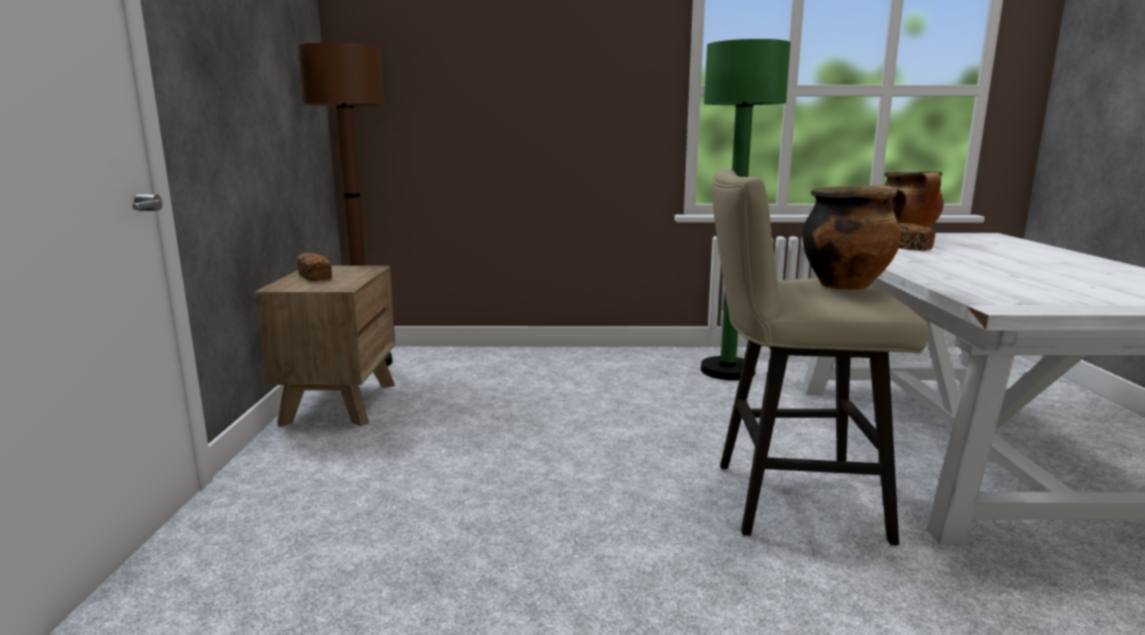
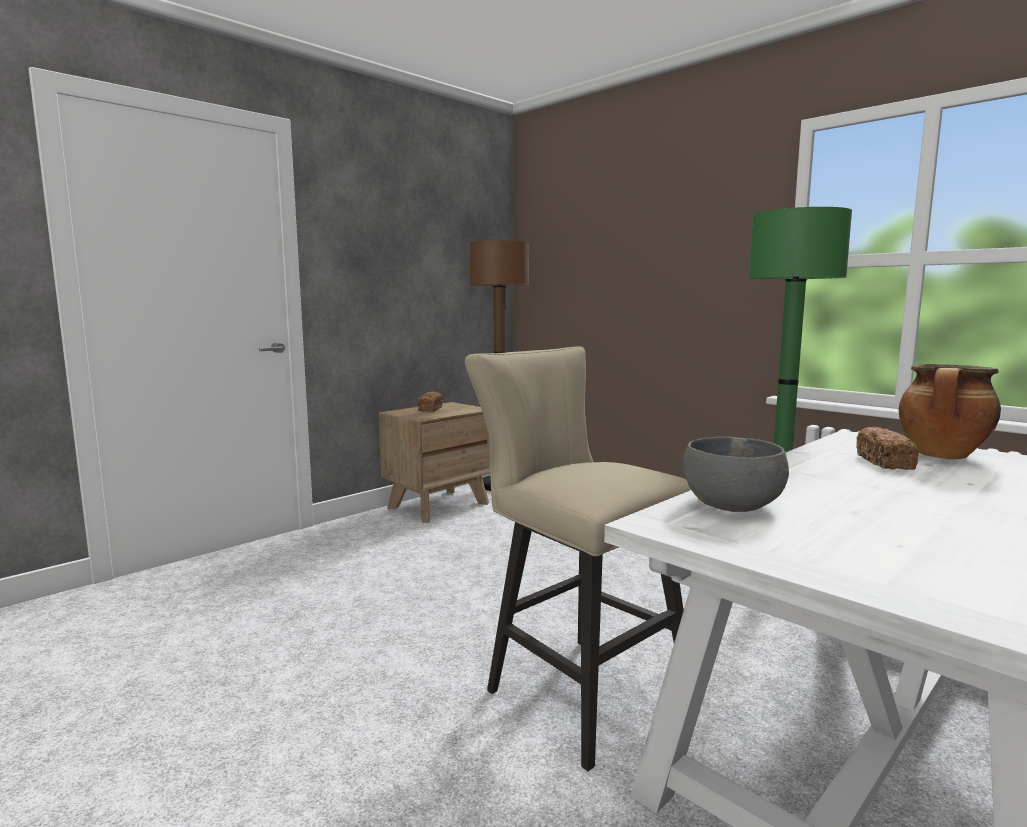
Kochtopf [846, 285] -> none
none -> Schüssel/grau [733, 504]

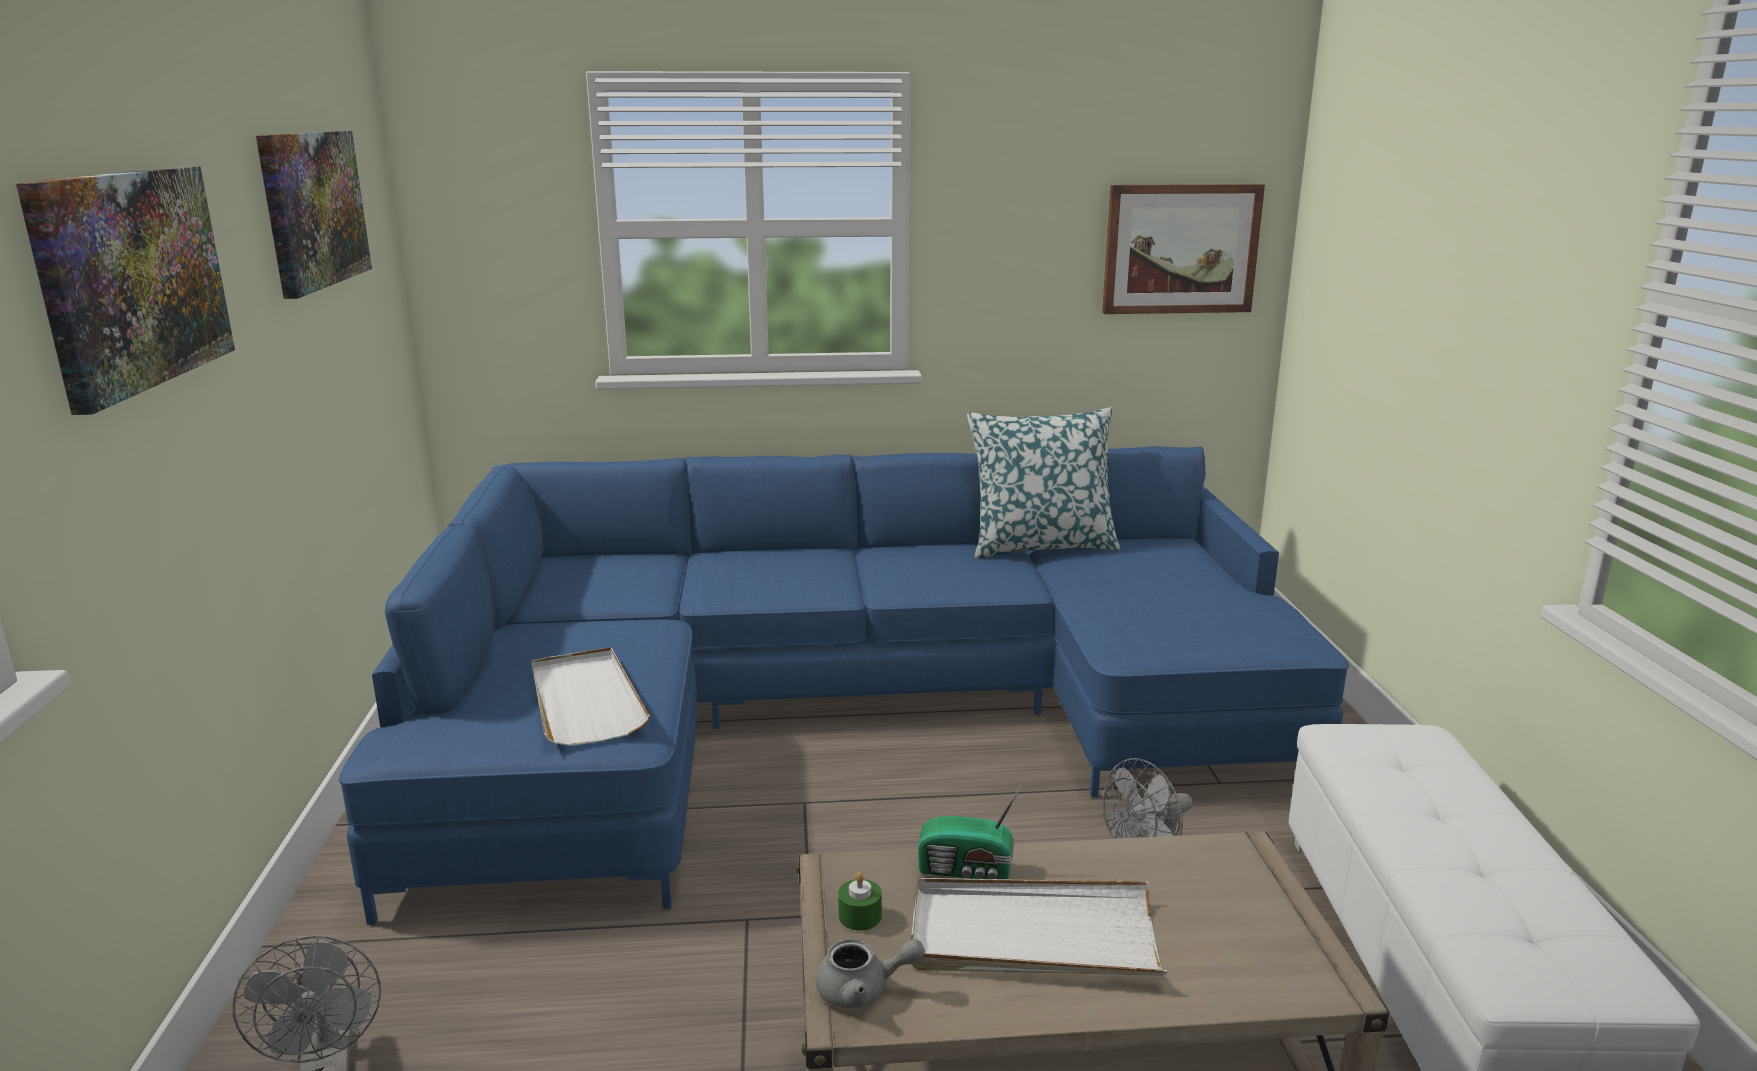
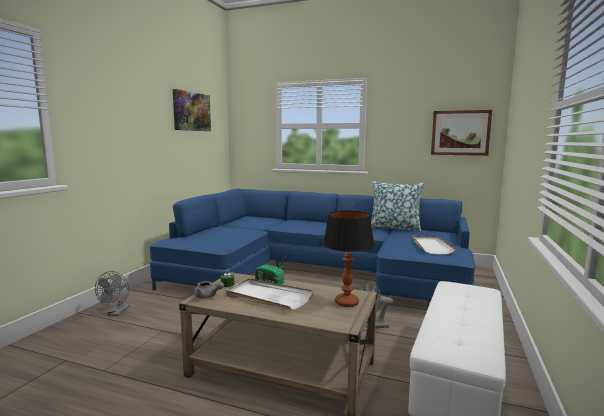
Bild [132, 279] -> none
Tablett/weiß [585, 701] -> Tablett/weiß [431, 246], relocated
none -> Tischlampe [347, 303]

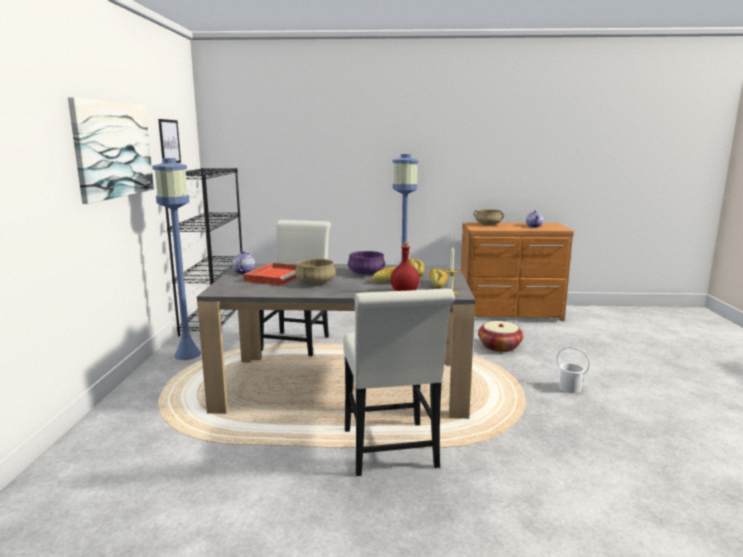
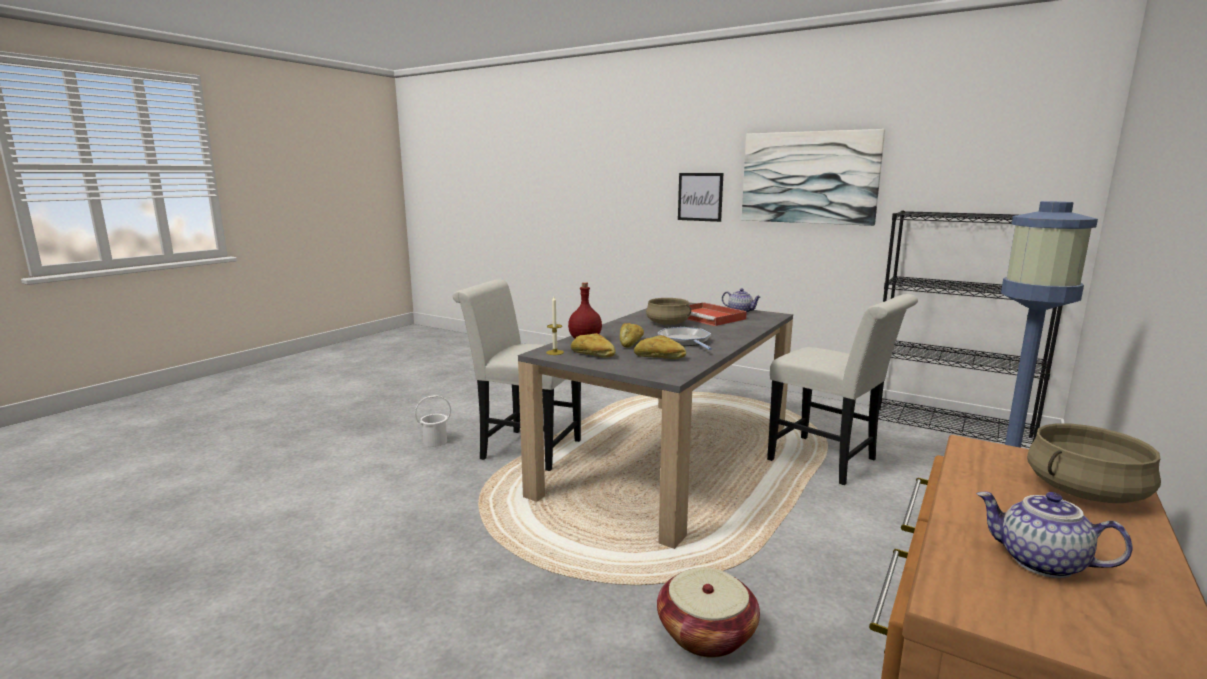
Bild [169, 141] -> Bild [700, 197], relocated
Stehlampe/blau [187, 354] -> none
Kochtopf/lila [366, 273] -> Pfanne [685, 341]
Eimer/weiß [570, 388] -> Eimer/weiß [435, 442], relocated

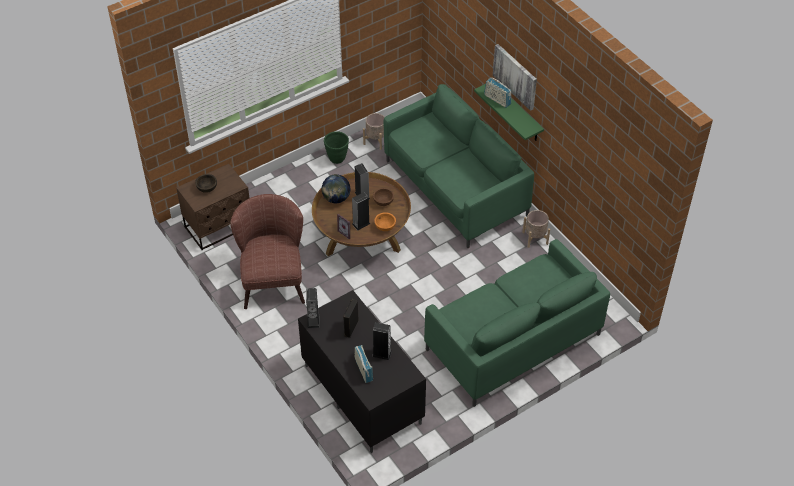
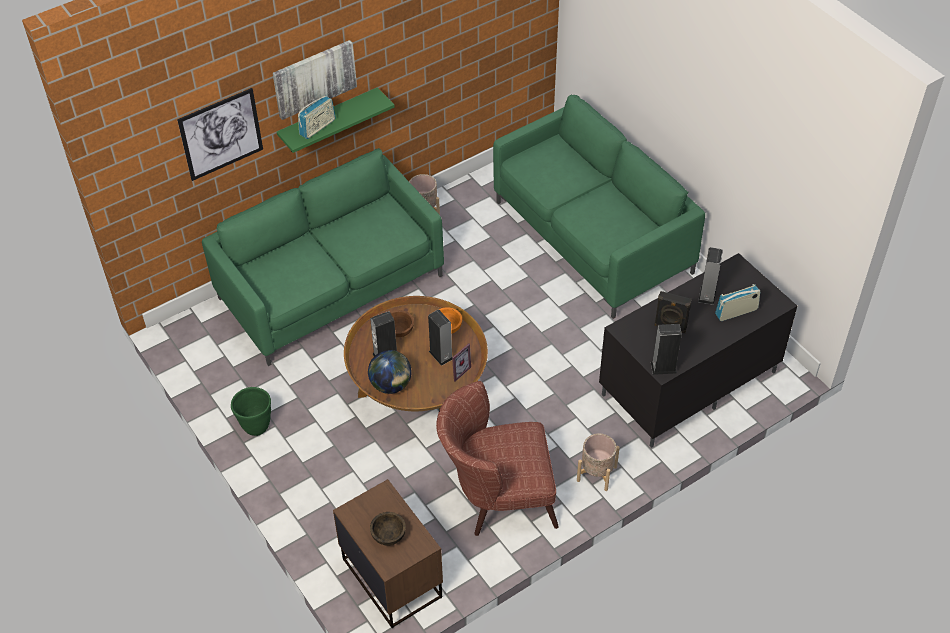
Pflanzkübel/beige [376, 140] -> Pflanzkübel/beige [597, 473], relocated
none -> Bild [221, 134]

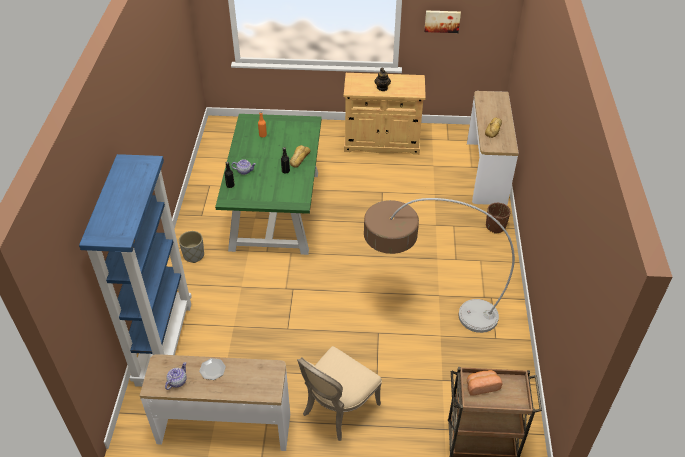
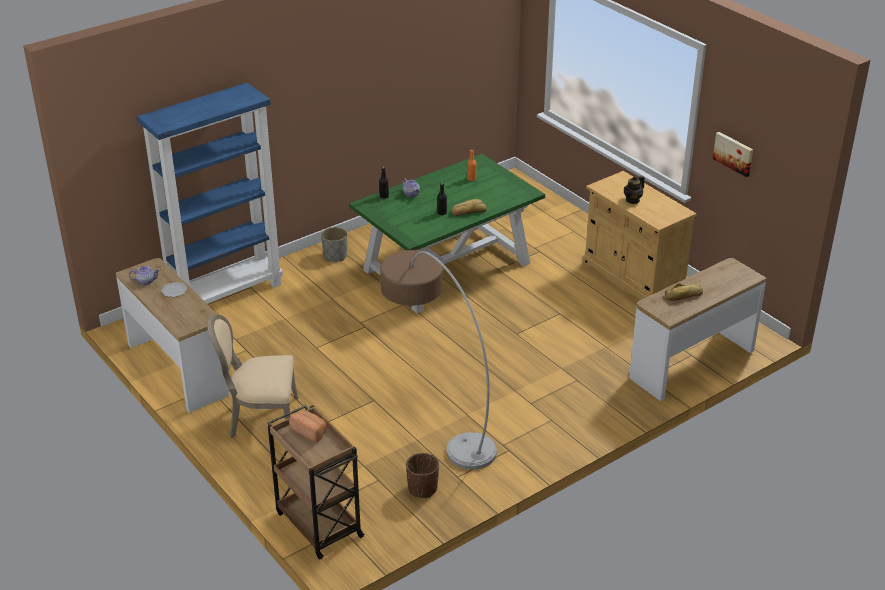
Pflanzkübel/braun [495, 226] -> Pflanzkübel/braun [422, 489], relocated

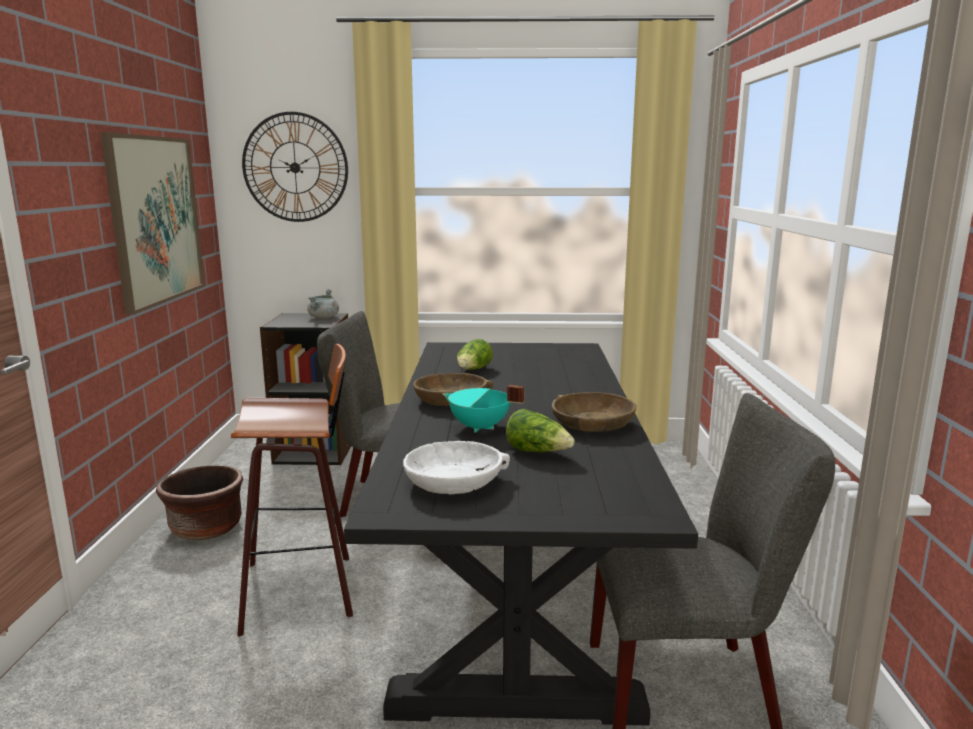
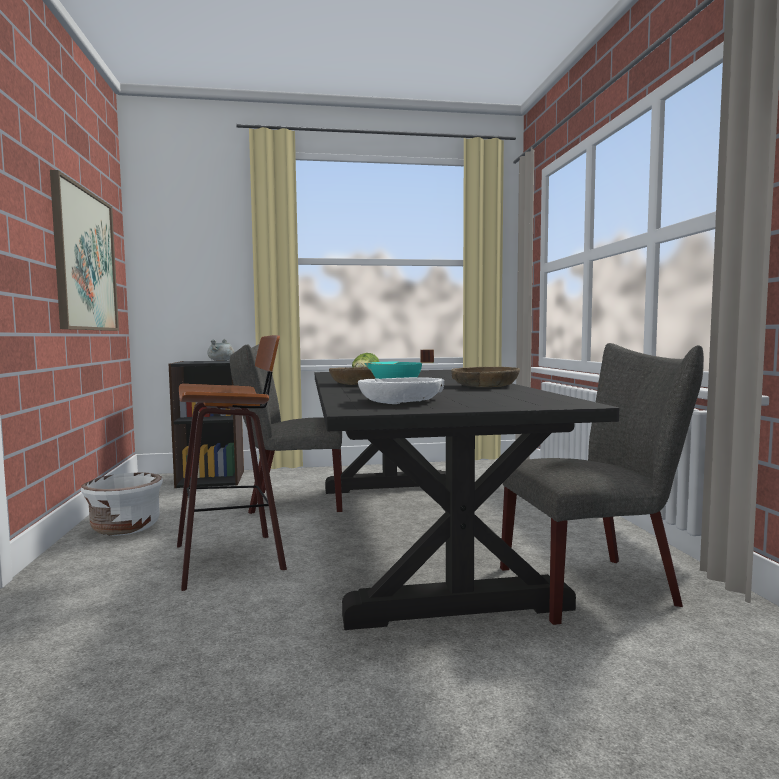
Wanduhr [295, 167] -> none
Salatkopf [538, 452] -> none
Pflanzkübel/braun [206, 528] -> Pflanzkübel/weiß [125, 528]

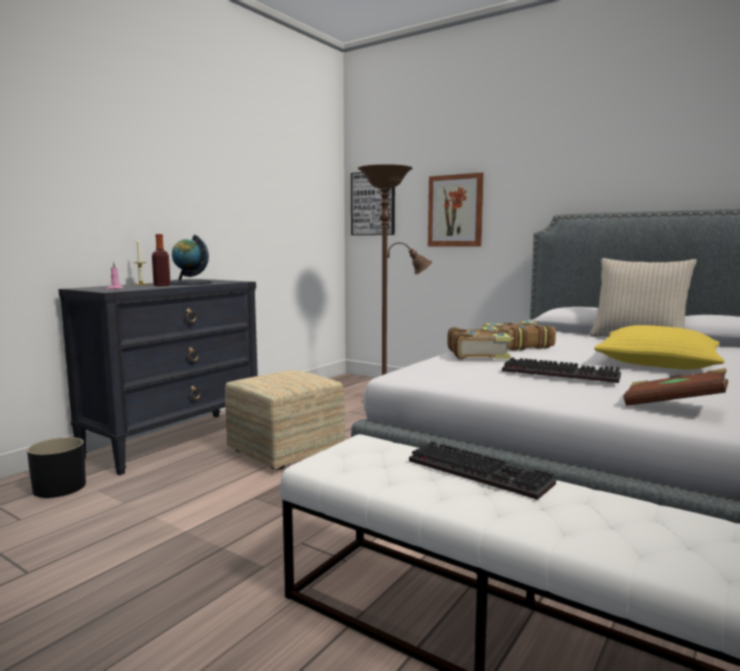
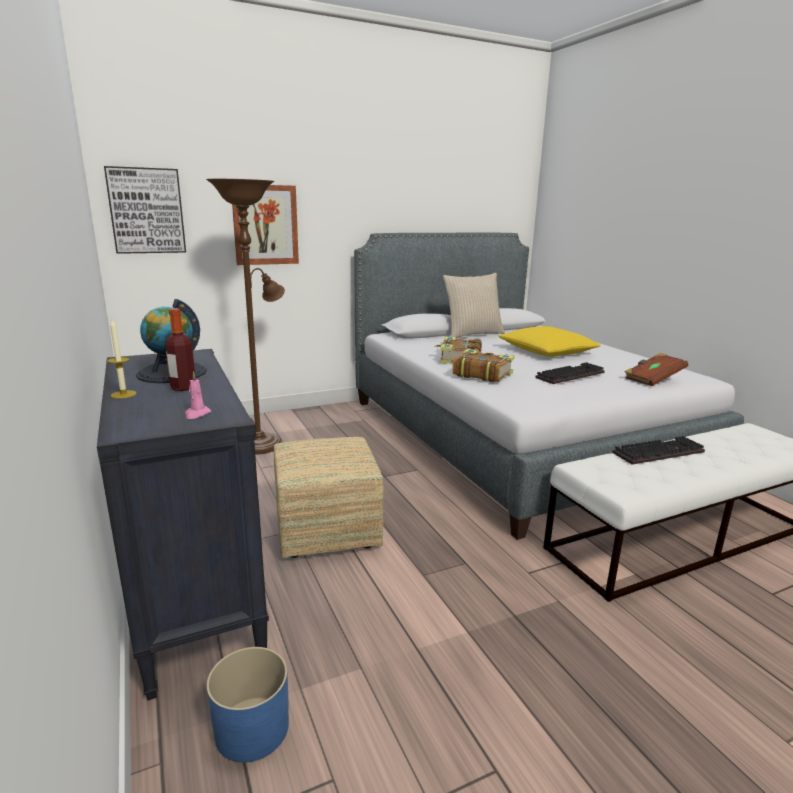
Pflanzkübel/schwarz [59, 487] -> Pflanzkübel/blau [251, 728]

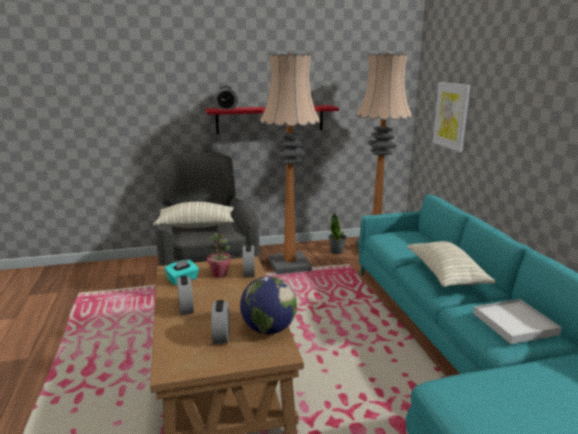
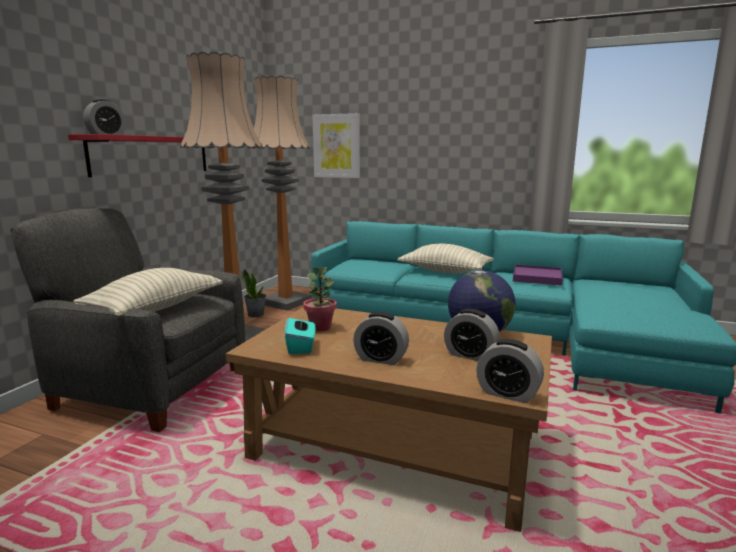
Wecker [249, 272] -> Wecker [507, 393], relocated
Tablett/weiß [514, 324] -> Tablett/lila [537, 278]

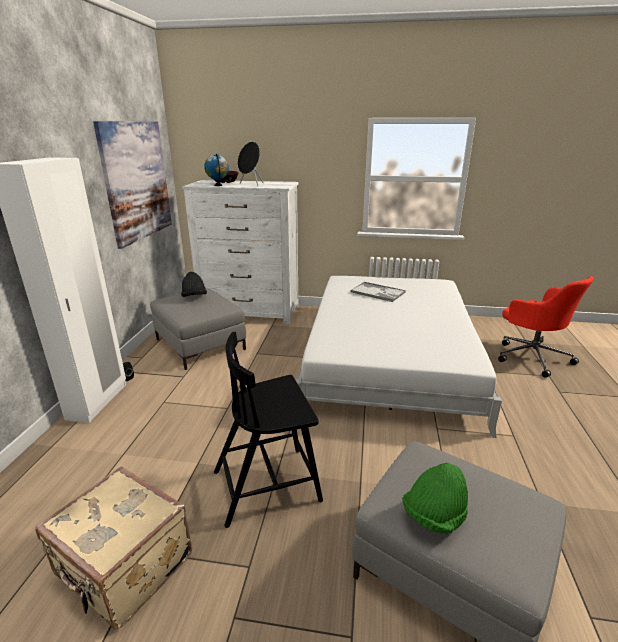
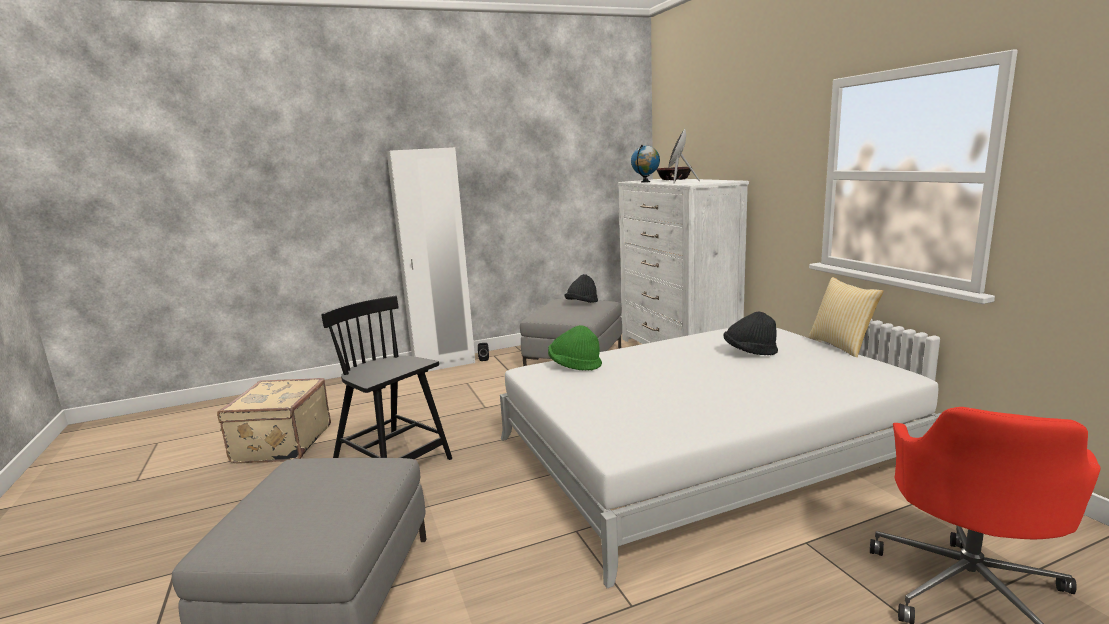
Bild [137, 181] -> none
Tablett [378, 292] -> Hut/schwarz [750, 352]
Hut/grün [434, 515] -> Hut/grün [574, 366], relocated
none -> Kissen [841, 346]

